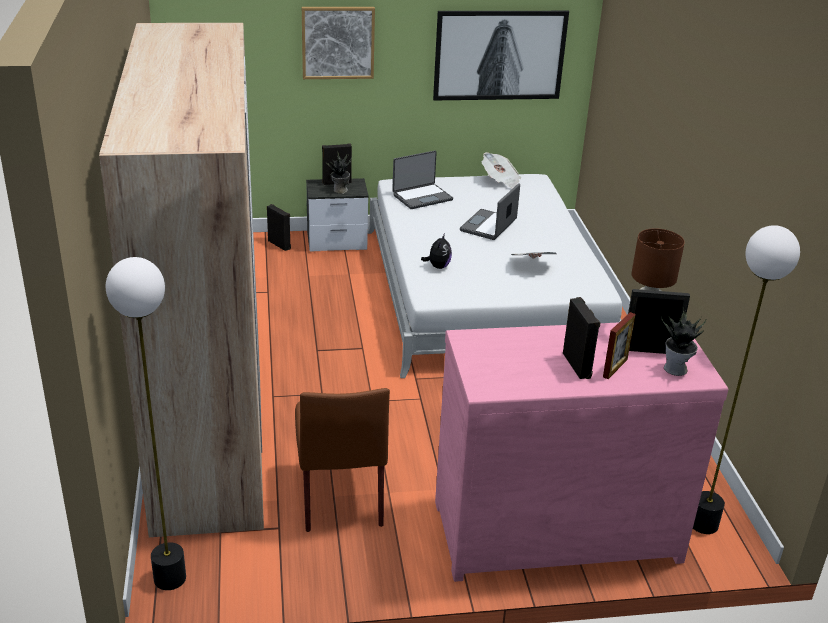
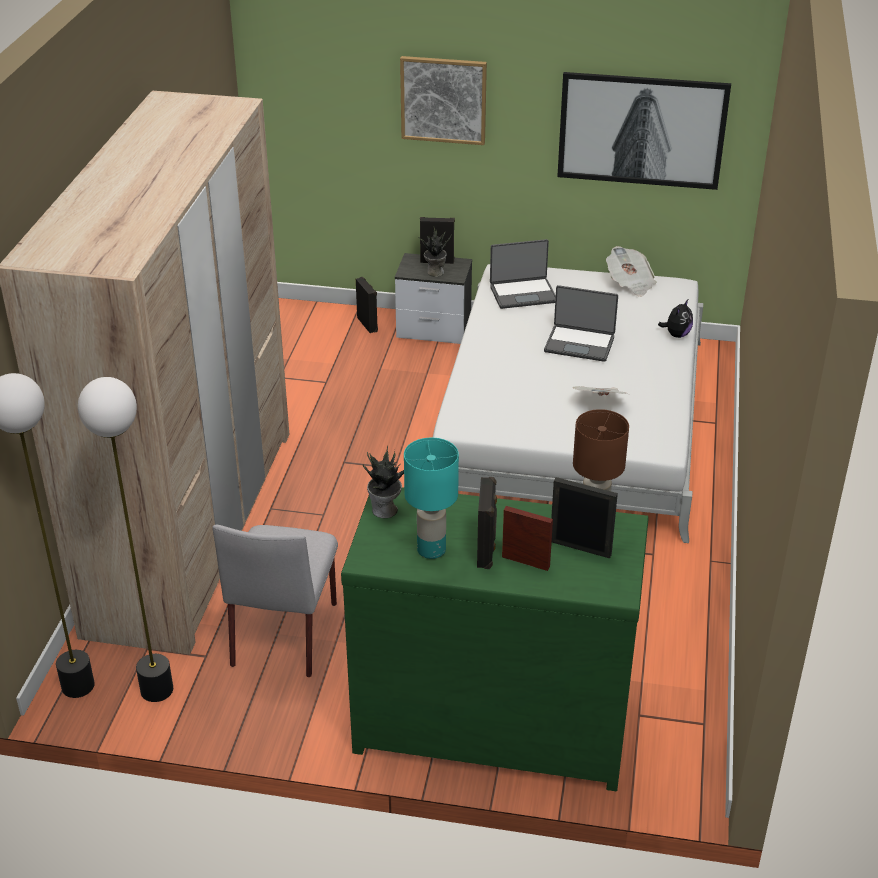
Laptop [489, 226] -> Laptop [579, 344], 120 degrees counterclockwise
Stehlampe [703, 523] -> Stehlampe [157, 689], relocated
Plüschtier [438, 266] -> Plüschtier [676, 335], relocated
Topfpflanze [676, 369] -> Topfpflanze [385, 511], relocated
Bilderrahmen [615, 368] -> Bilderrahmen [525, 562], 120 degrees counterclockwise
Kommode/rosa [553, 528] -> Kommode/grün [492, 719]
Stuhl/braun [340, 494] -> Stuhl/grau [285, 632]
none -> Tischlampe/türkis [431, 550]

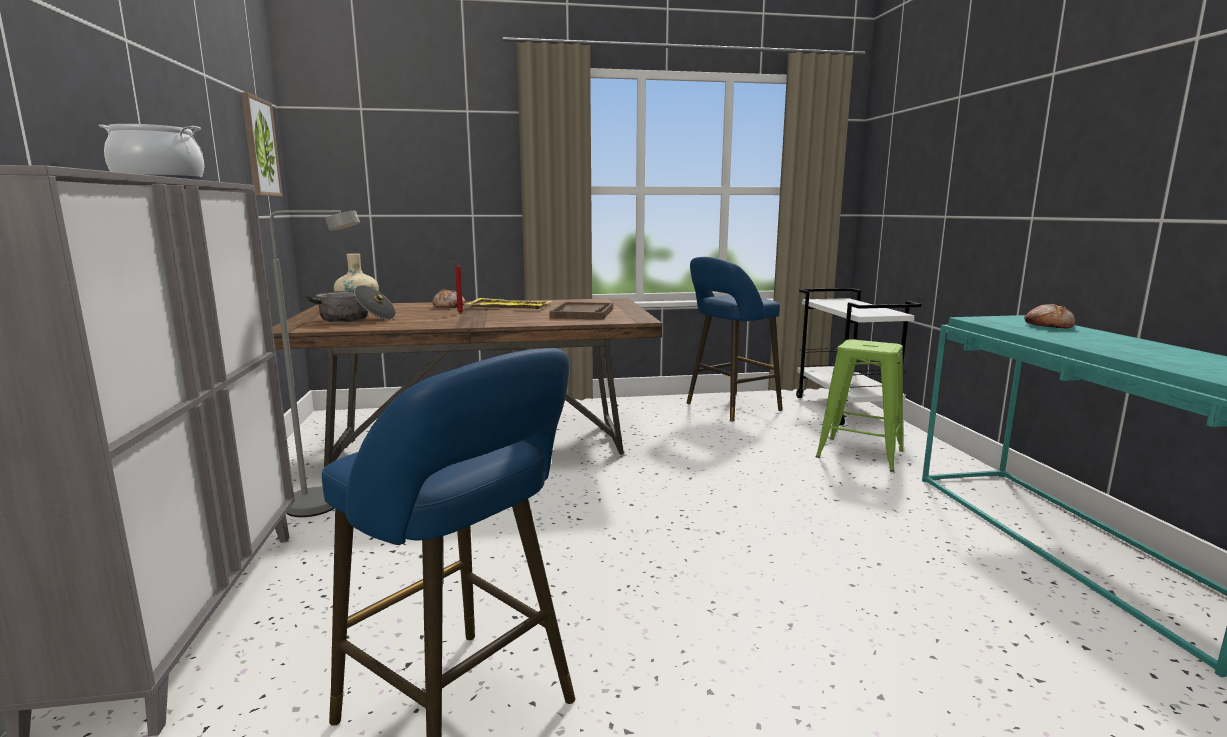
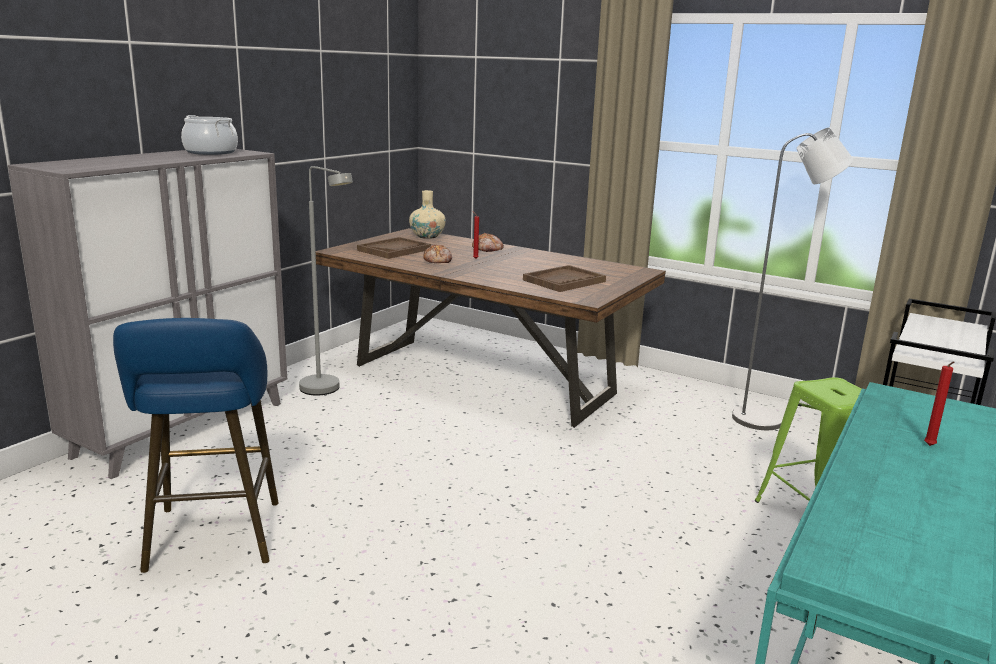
Bild [260, 147] -> none
Hocker/blau [729, 408] -> Stehlampe/grau [767, 420]
Kochtopf [356, 319] -> Tablett/braun [394, 250]
Tablett/gelb [508, 306] -> none
Brot [1048, 326] -> Brot [438, 261], relocated
none -> Kerze/rot [930, 446]

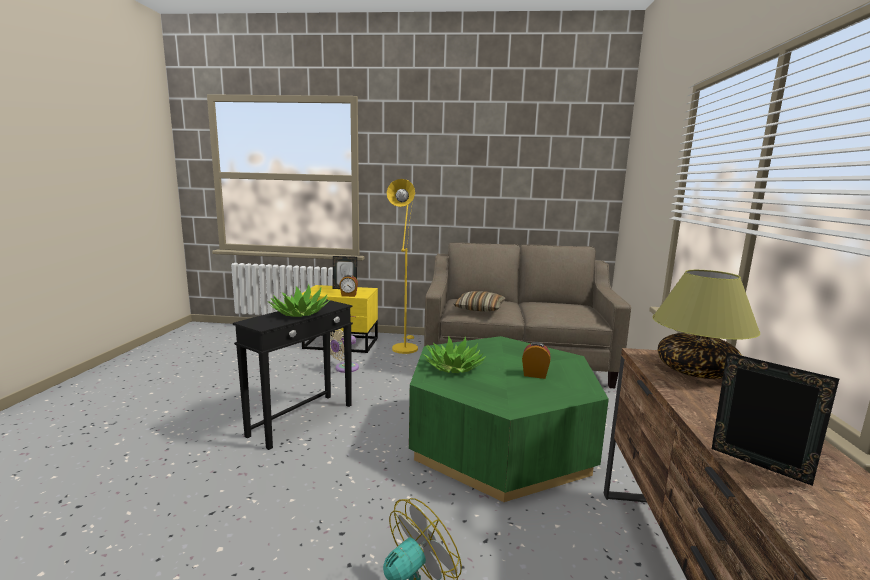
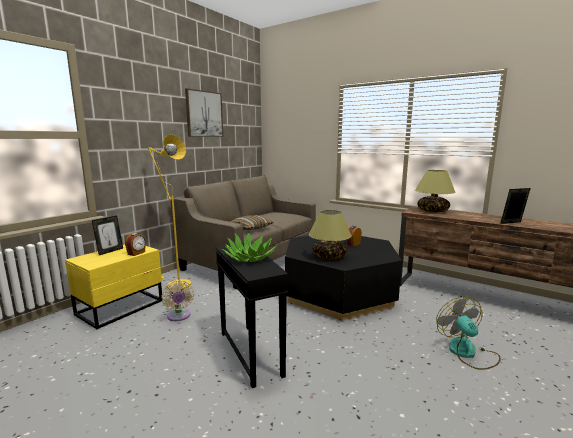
Couchtisch/grün [500, 440] -> Couchtisch/schwarz [338, 292]
Topfpflanze [453, 367] -> Tischlampe [329, 256]
none -> Bild [204, 114]

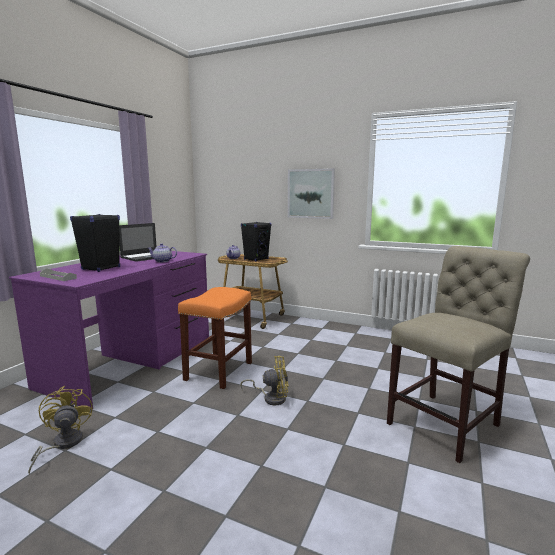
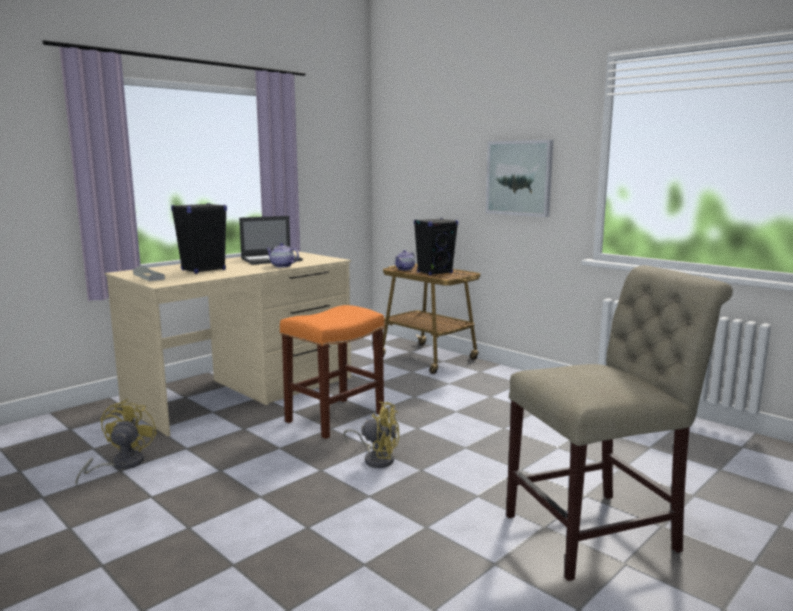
Schreibtisch/lila [132, 360] -> Schreibtisch/beige [243, 391]

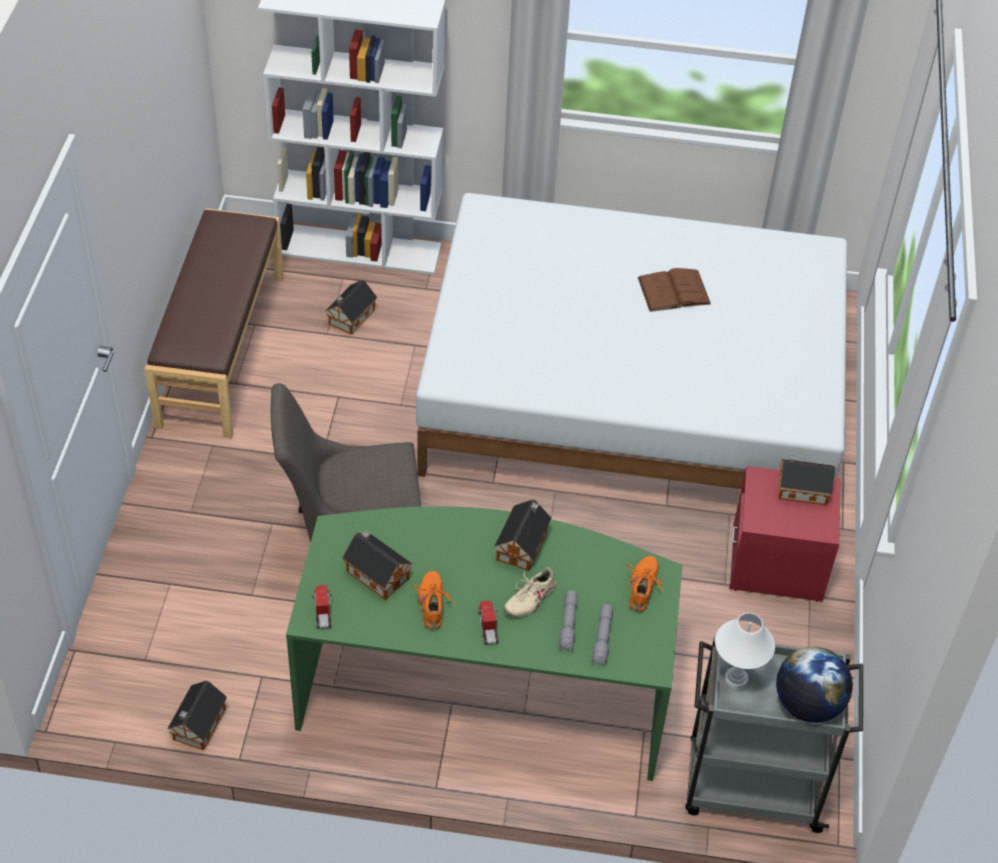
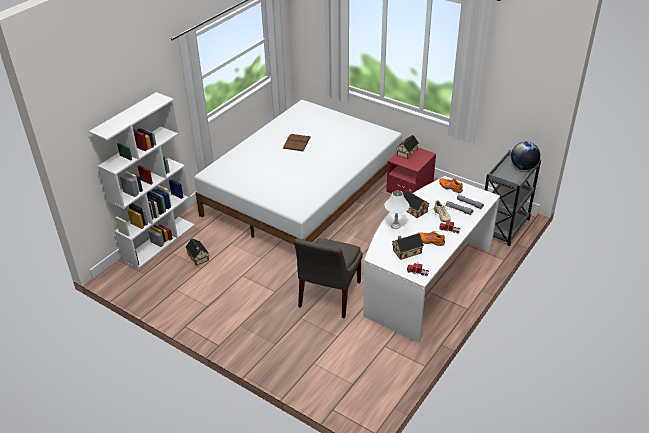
Bank/braun [220, 349] -> none
Schreibtisch/grün [484, 686] -> Schreibtisch/weiß [425, 280]
Tischlampe/weiß [736, 679] -> Tischlampe/weiß [396, 226], relocated
Spielzeughaus [197, 726] -> none

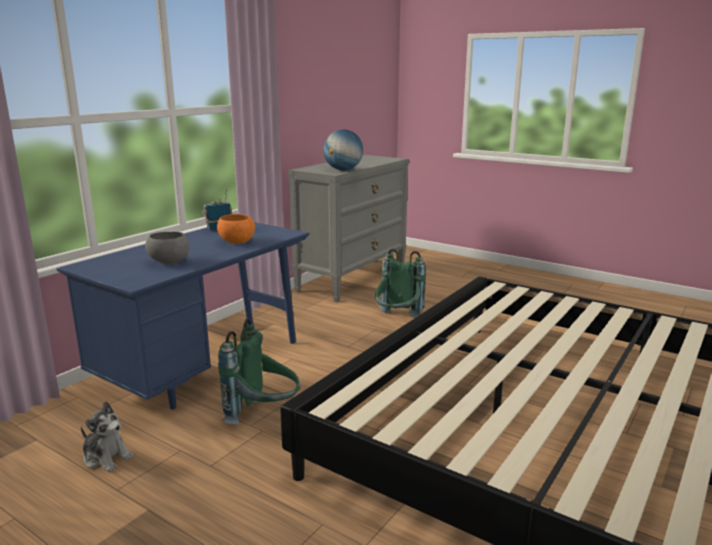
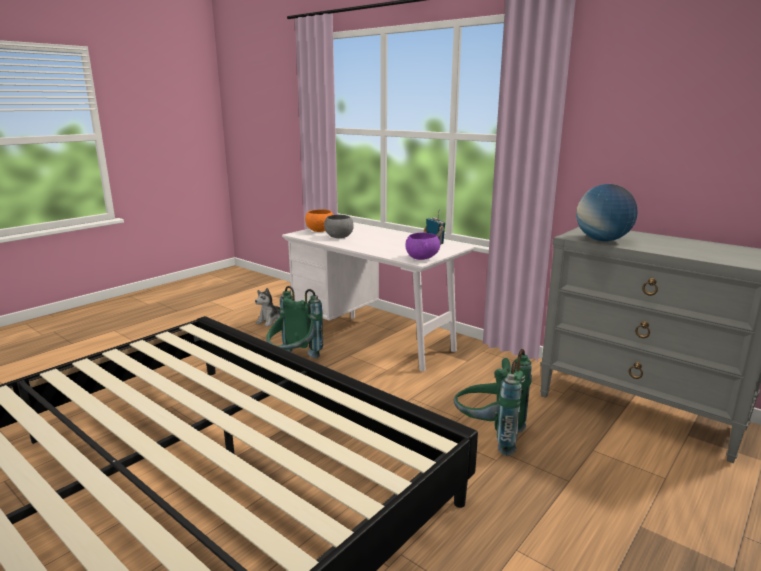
Schüssel/orange [236, 242] -> Schüssel/orange [320, 230], relocated
Schreibtisch/blau [205, 368] -> Schreibtisch/weiß [375, 338]
none -> Schüssel/lila [422, 258]

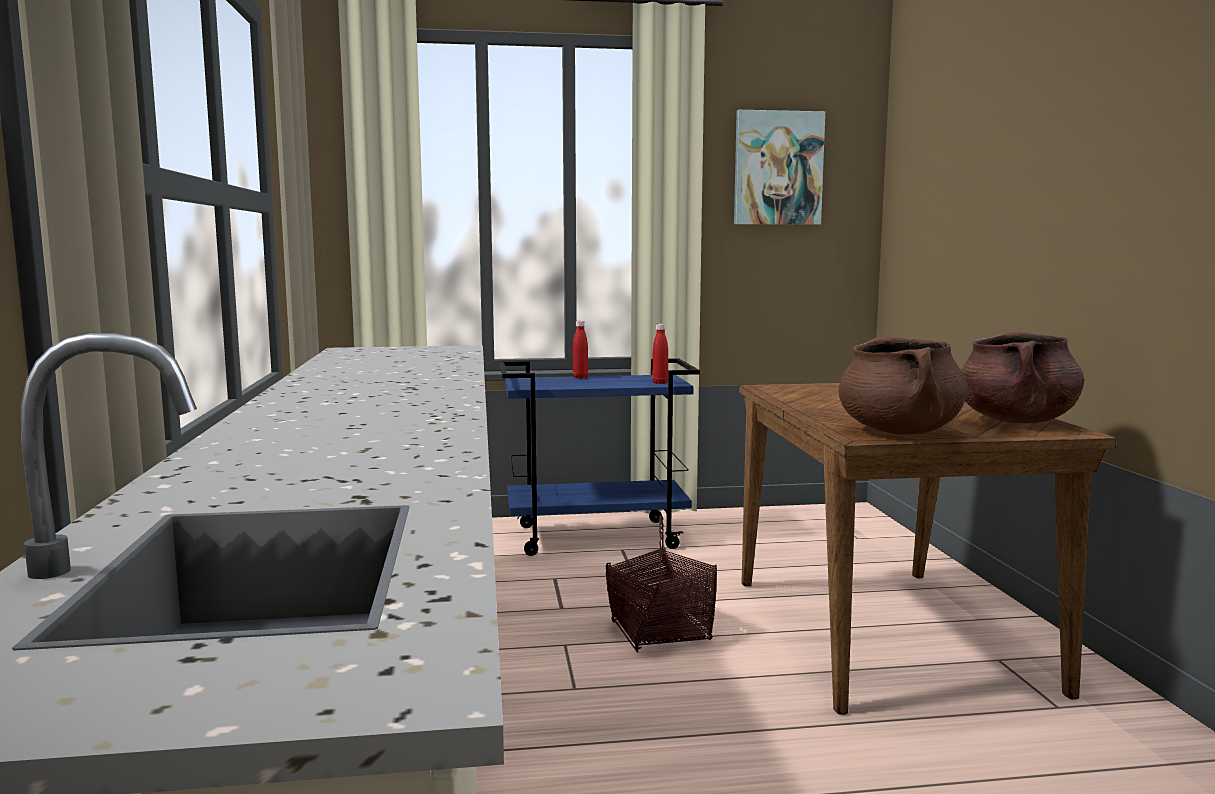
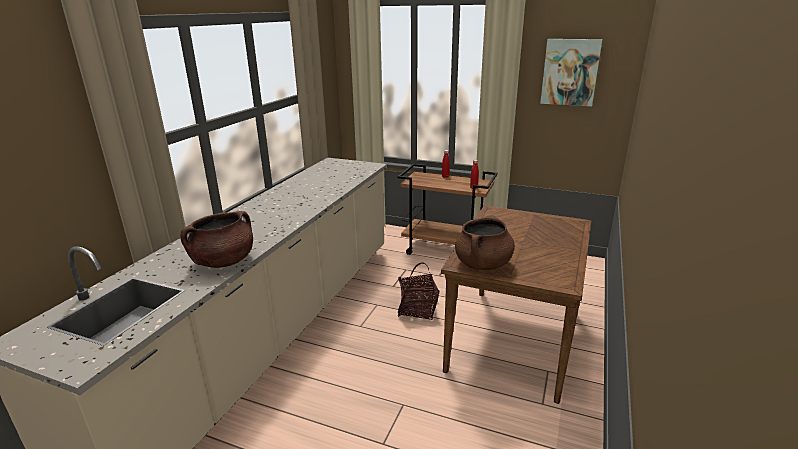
Kochtopf/braun [1016, 421] -> Kochtopf/braun [223, 261], relocated
Rollwagen/blau [598, 537] -> Rollwagen/braun [446, 250]

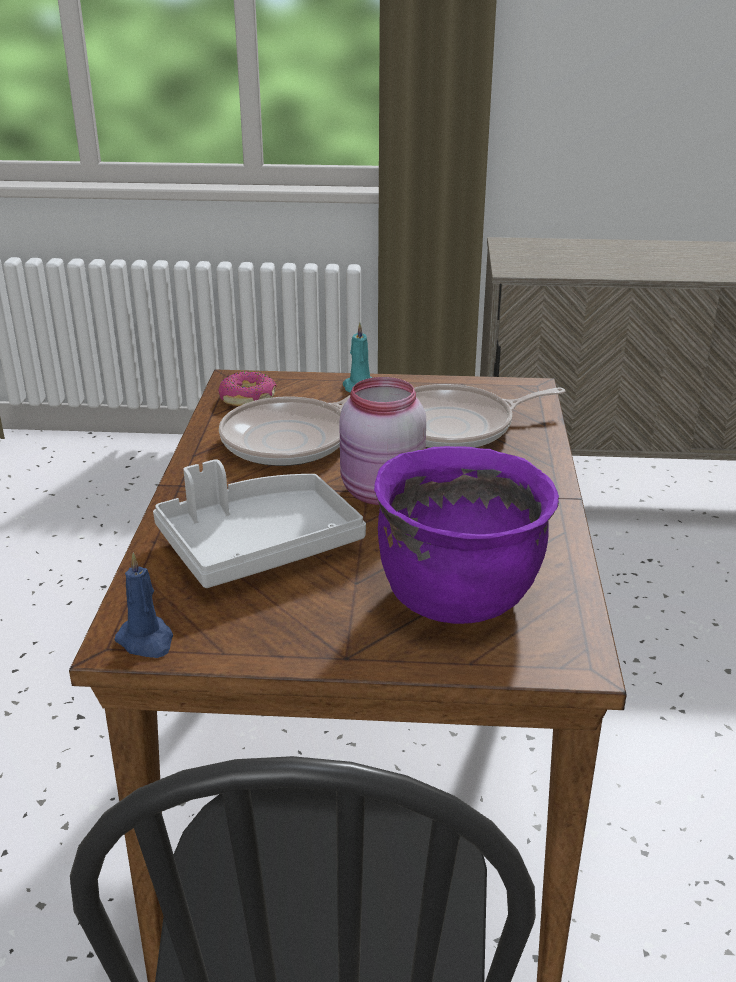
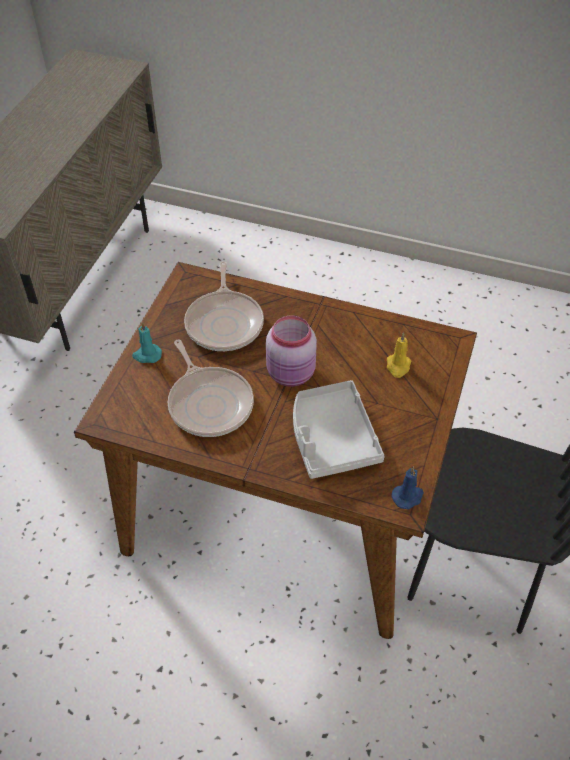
Donut [248, 399] -> none
Kochtopf/lila [458, 595] -> Kerze/gelb [398, 366]

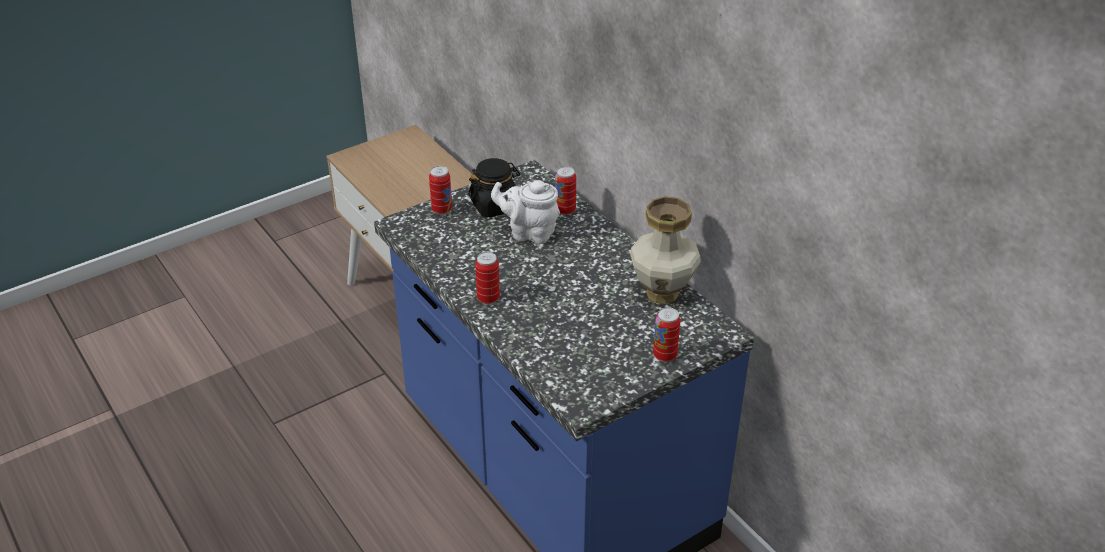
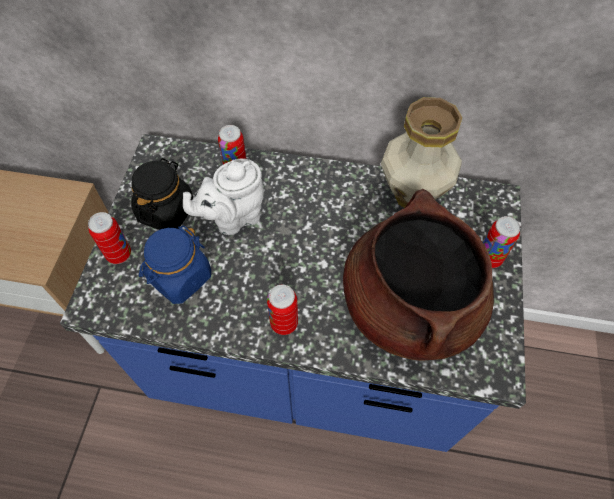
none -> Kochtopf/braun [408, 306]
none -> Vorratsglas/blau [180, 278]

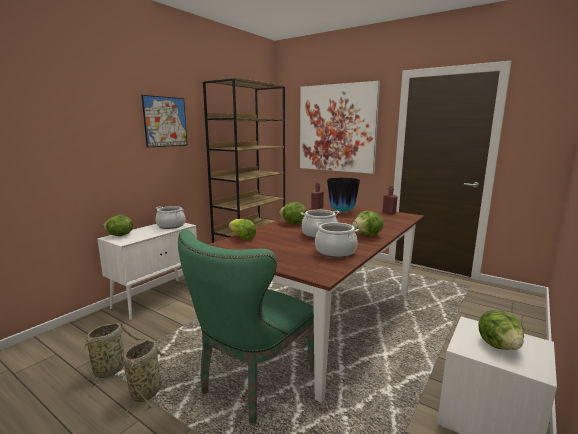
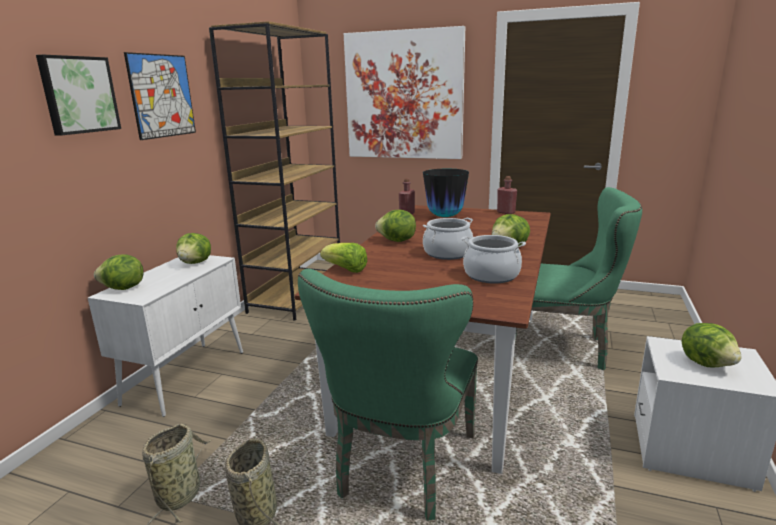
Kochtopf [171, 226] -> Salatkopf [196, 263]
none -> Bild [78, 95]
none -> Stuhl/grün [562, 349]

